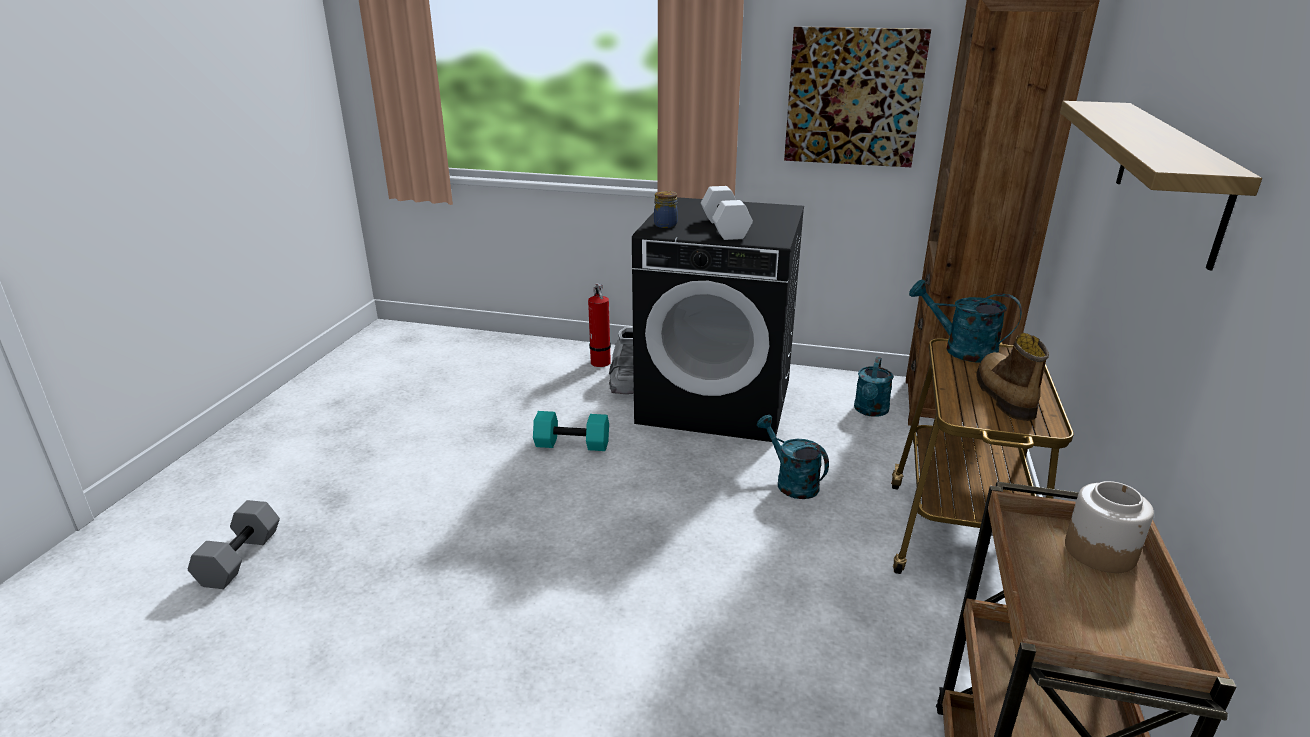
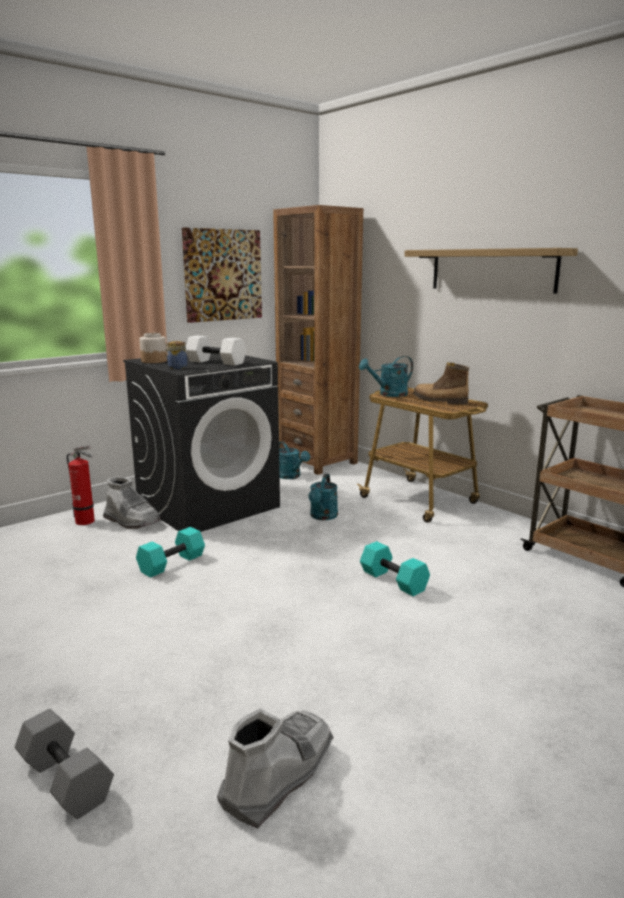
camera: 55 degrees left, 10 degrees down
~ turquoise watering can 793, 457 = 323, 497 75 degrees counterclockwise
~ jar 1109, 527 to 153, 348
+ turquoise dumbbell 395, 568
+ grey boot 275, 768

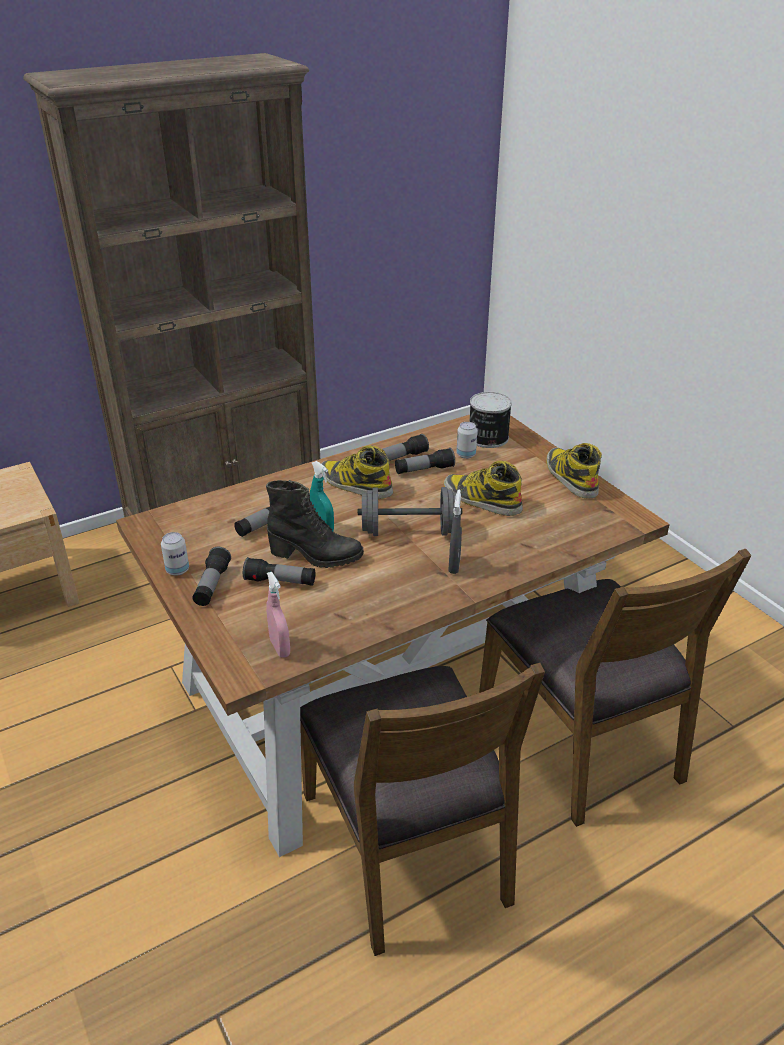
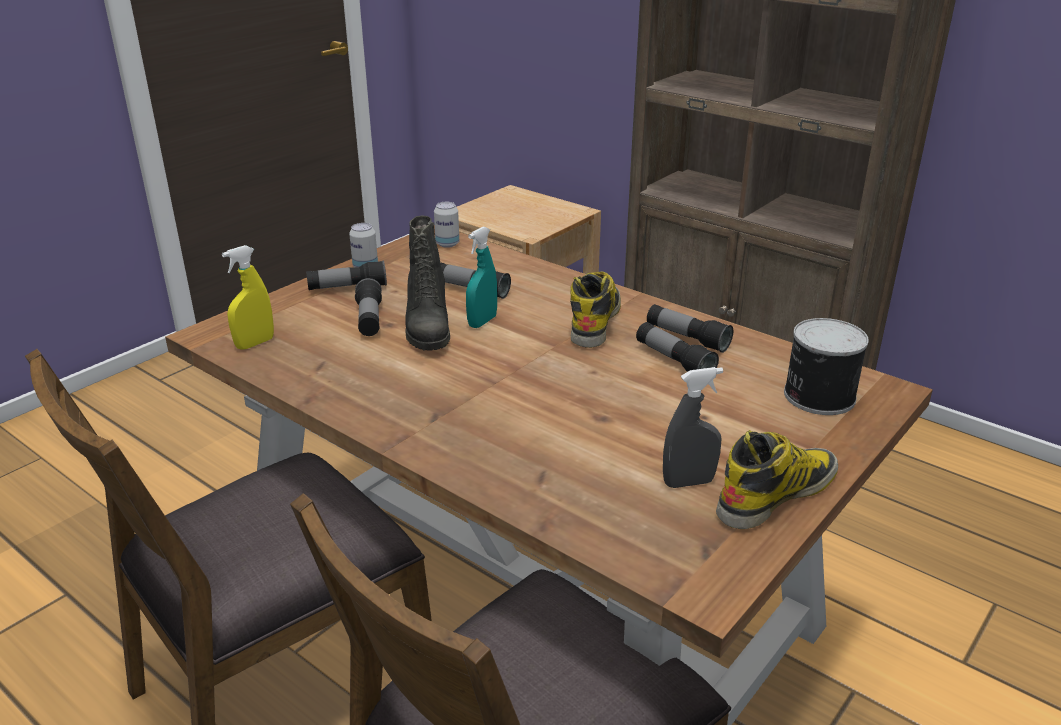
camera: 70 degrees right, 5 degrees down
~ can 467, 440 to 446, 225
- boot 483, 488
- grey dumbbell 410, 511
~ grey spray bottle 455, 532 to 693, 427
~ pink spray bottle 278, 615 to yellow spray bottle 248, 297

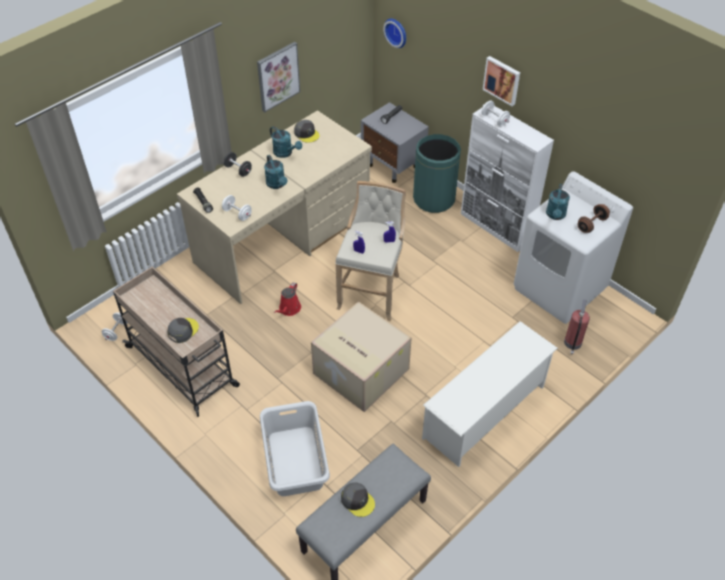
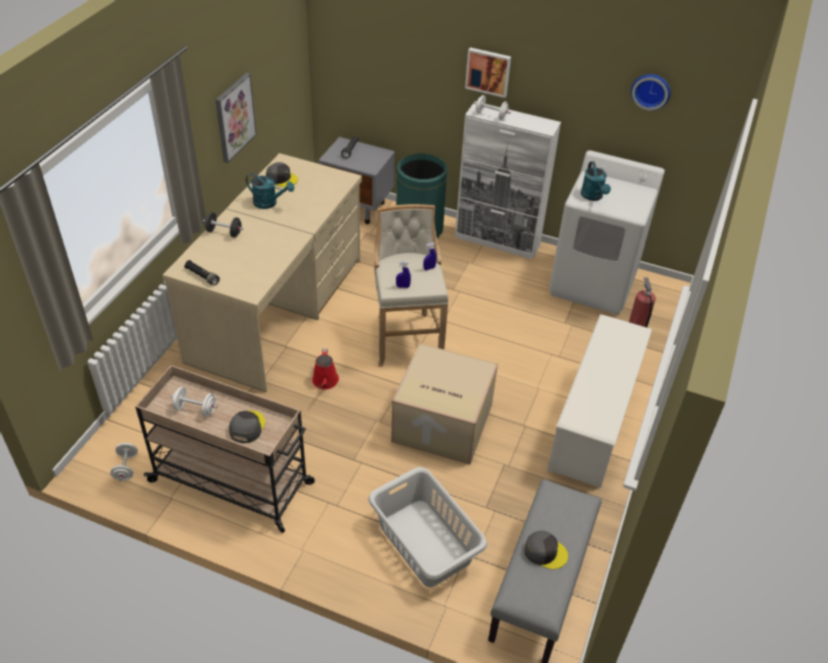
camera: 25 degrees left, 5 degrees down
~ wall clock 394, 33 to 651, 92
- turquoise watering can 275, 172
~ white dumbbell 237, 208 to 194, 402
- brown dumbbell 593, 218

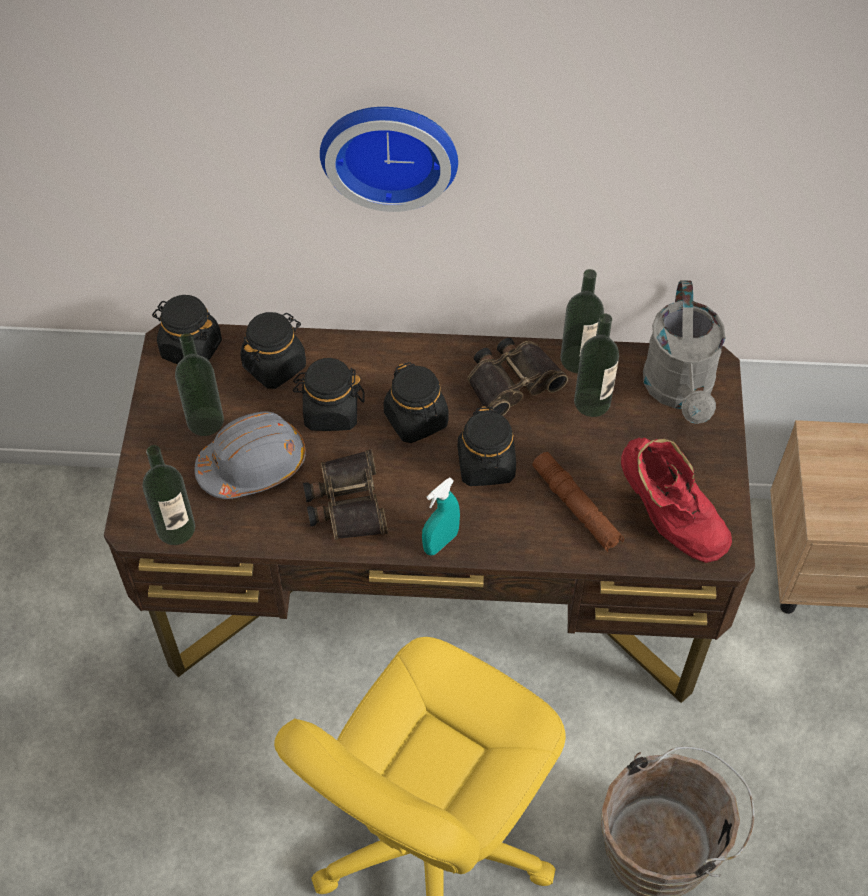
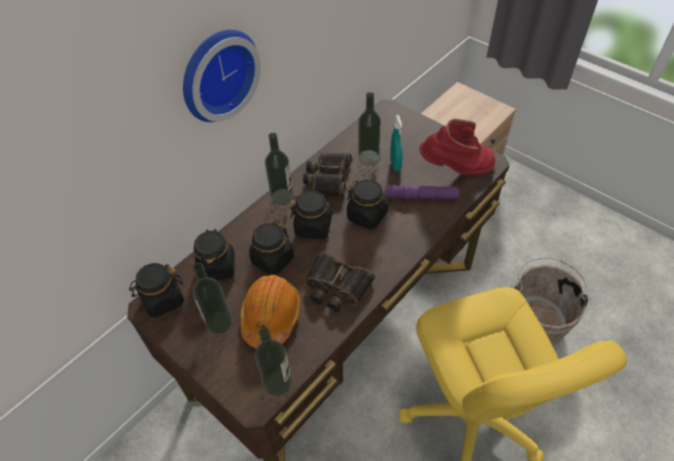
camera: 50 degrees left, 5 degrees down
~ bottle 582, 321 to 279, 169
- grey watering can 684, 352
~ grey hard hat 250, 455 to orange hard hat 270, 311
~ brown flashlight 578, 502 to purple flashlight 423, 192
~ turquoise spray bottle 441, 517 to 396, 143

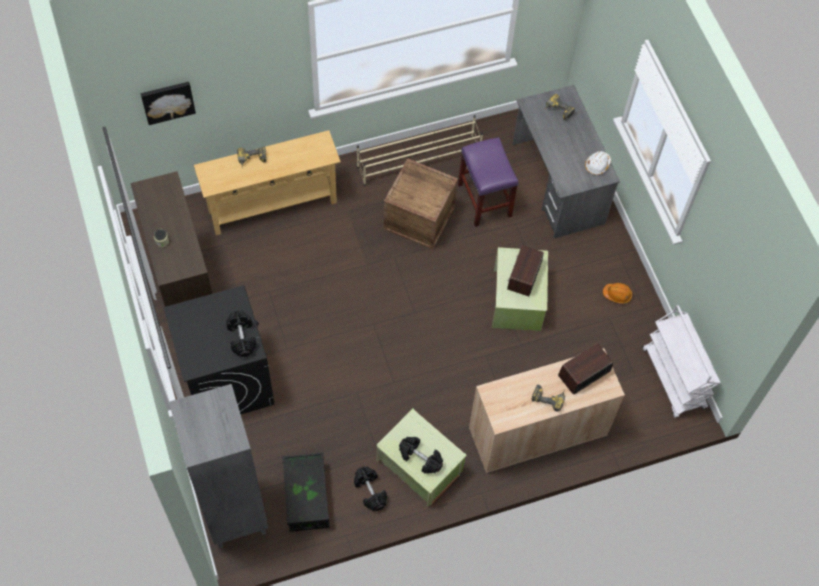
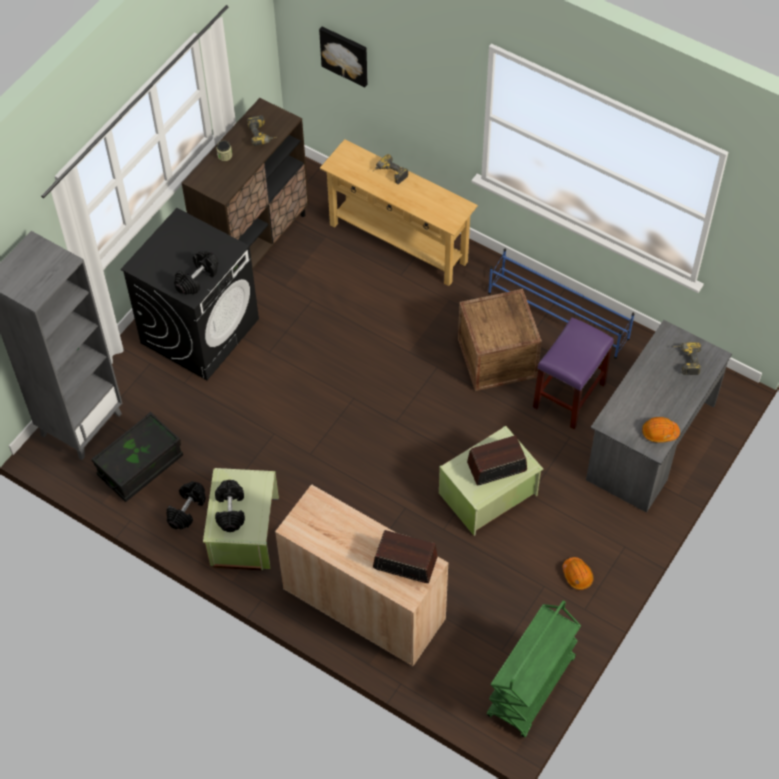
camera: 55 degrees right, 5 degrees down
~ beige shoe rack 420, 150 to blue shoe rack 561, 304
~ white hard hat 598, 163 to orange hard hat 661, 430
~ white cart 681, 361 to green cart 534, 669
~ power drill 548, 398 to 262, 130

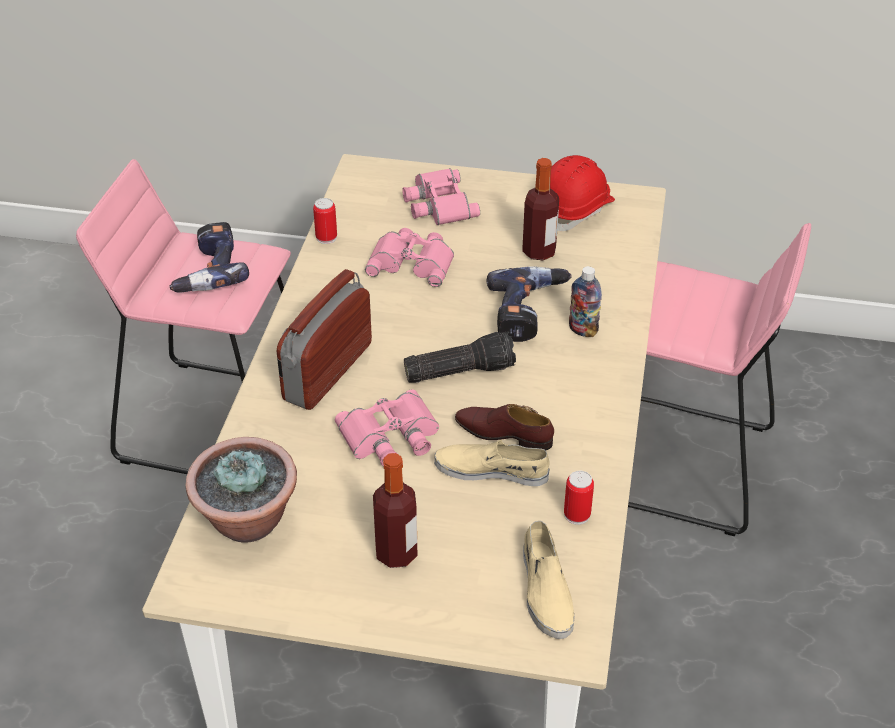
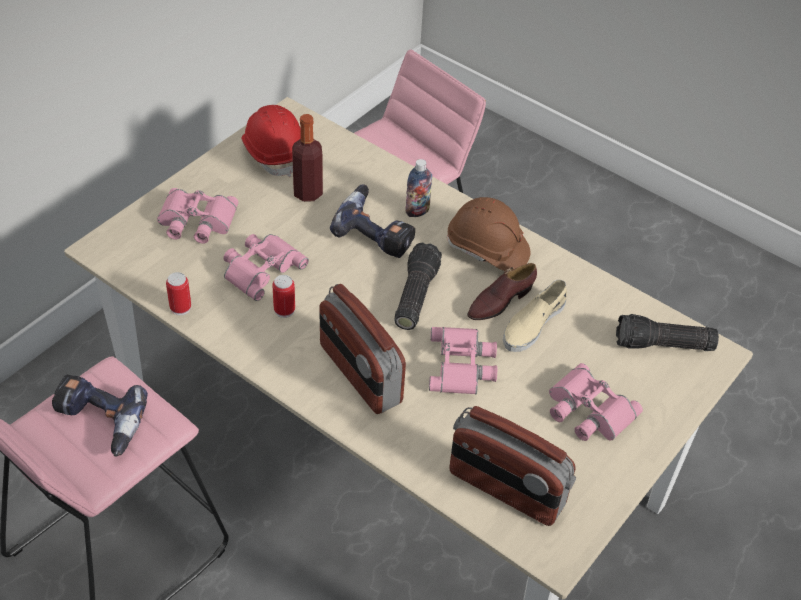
camera: 65 degrees left, 5 degrees up
~ potted plant 241, 490 to radio 512, 466
~ bottle 395, 510 to pink binoculars 596, 402
~ can 579, 498 to 283, 296
~ beige shoe 549, 580 to flashlight 667, 332
+ brown hard hat 488, 234

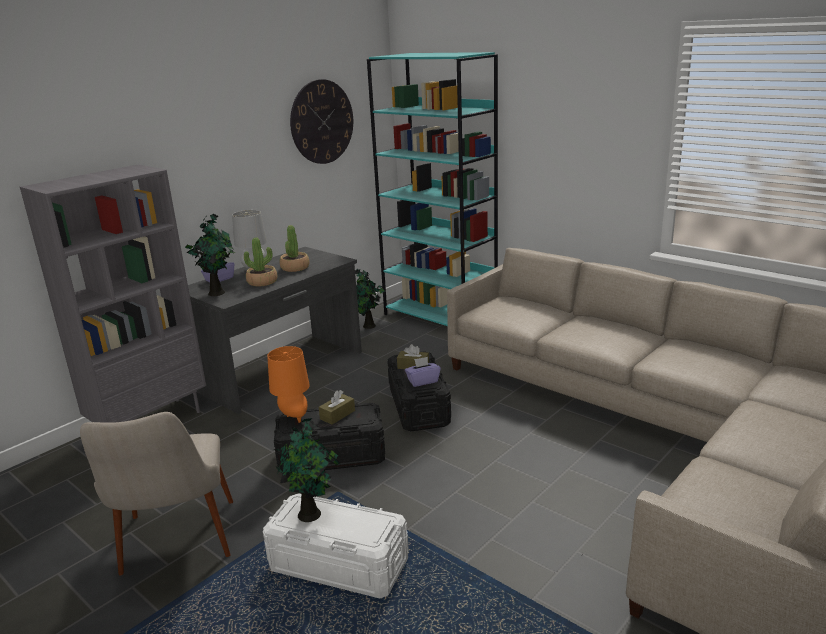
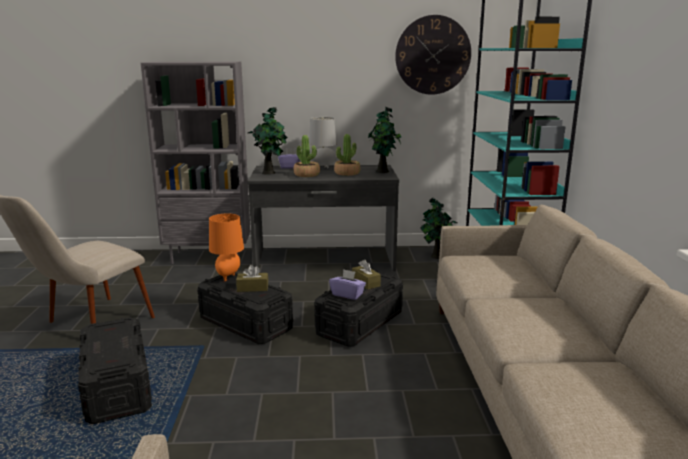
camera: 45 degrees right, 5 degrees down
~ potted plant 307, 470 to 384, 140
~ white storage box 336, 546 to black storage box 115, 370

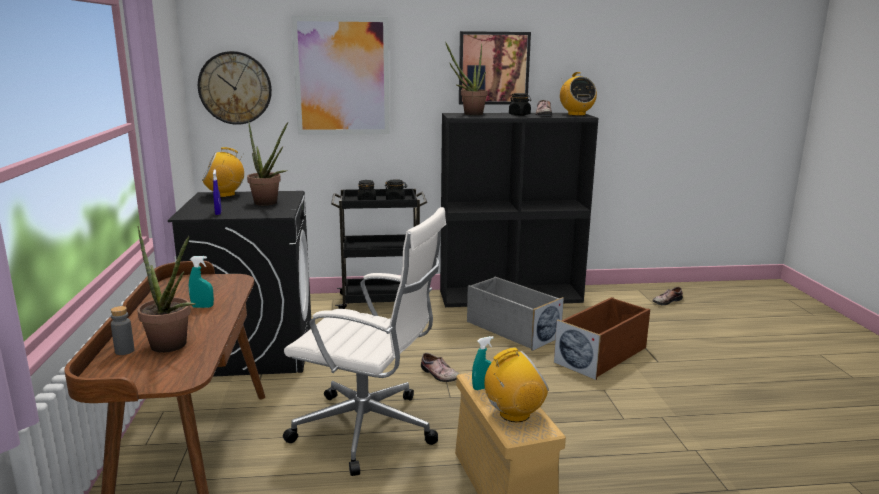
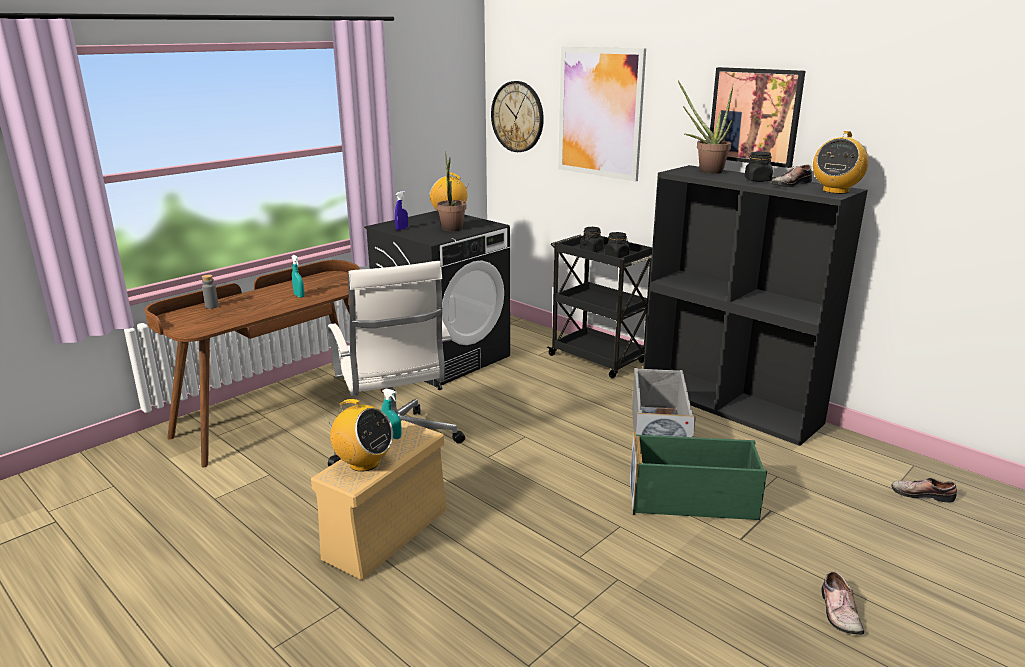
camera: 50 degrees right, 5 degrees up
- potted plant 166, 289
~ brown storage box 602, 338 to green storage box 698, 475
~ shoe 440, 367 to 842, 603

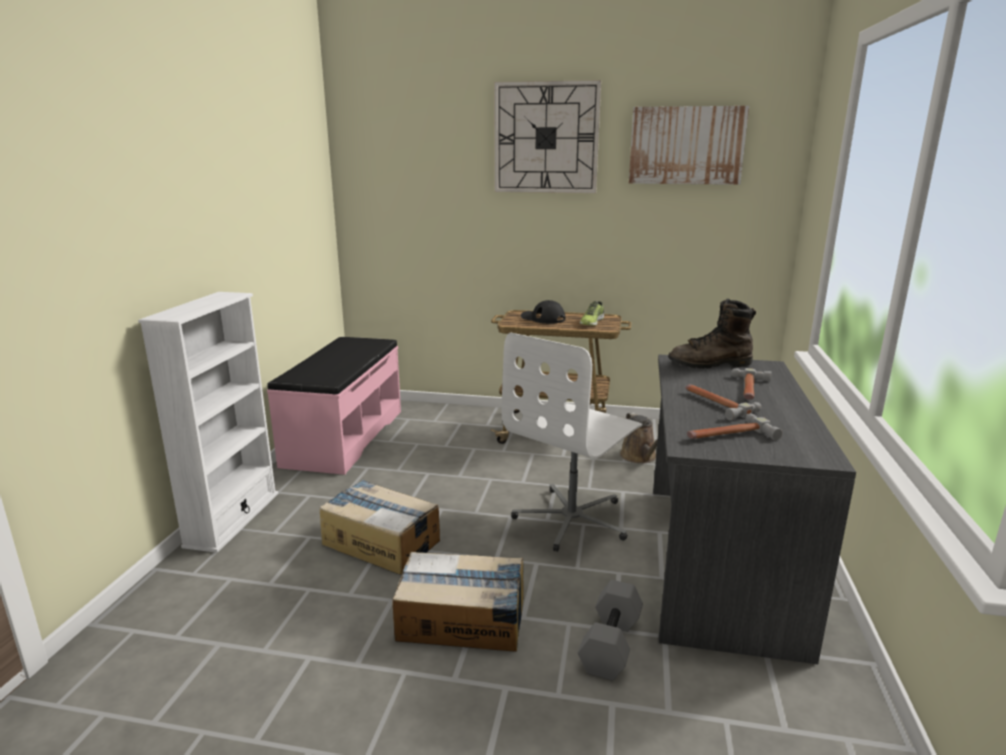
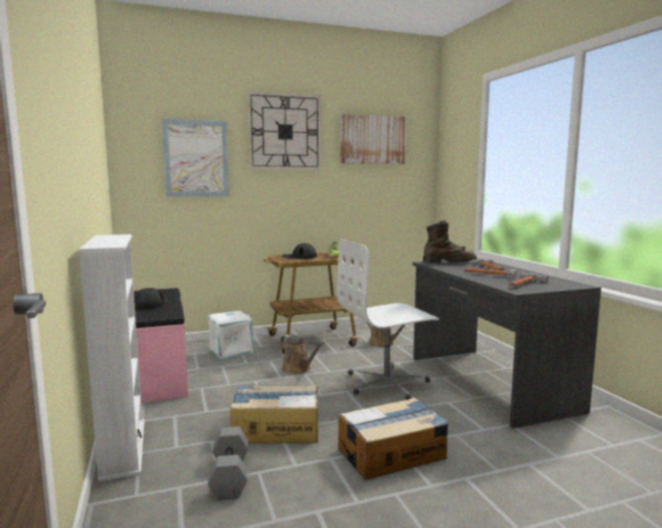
camera: 30 degrees left, 10 degrees down
~ brown boot 712, 333 = 450, 241 150 degrees counterclockwise
~ white office chair 572, 442 = 388, 319 60 degrees clockwise
~ grey dumbbell 610, 630 to 228, 463
+ picture 195, 158
+ black cap 151, 298
+ white storage box 230, 335
+ brown watering can 302, 354

